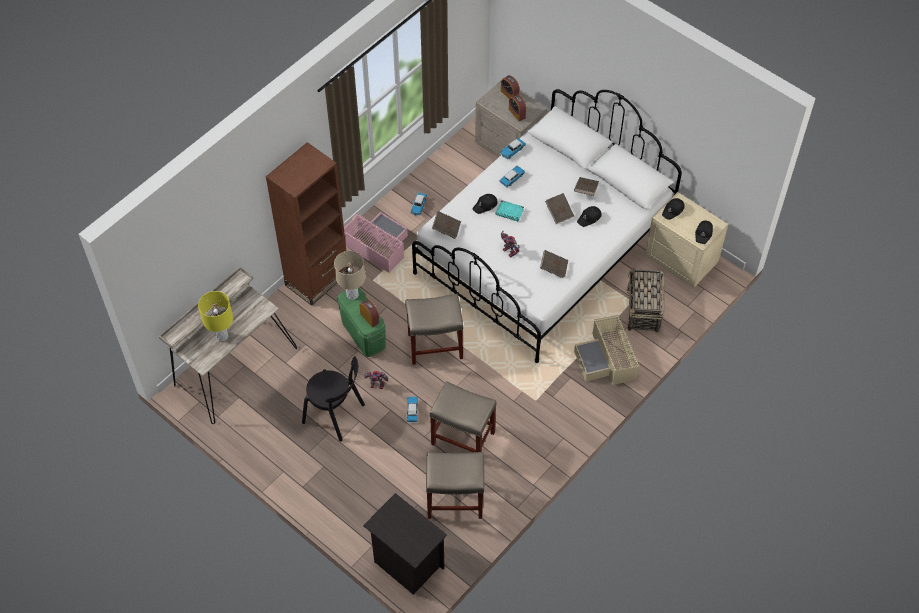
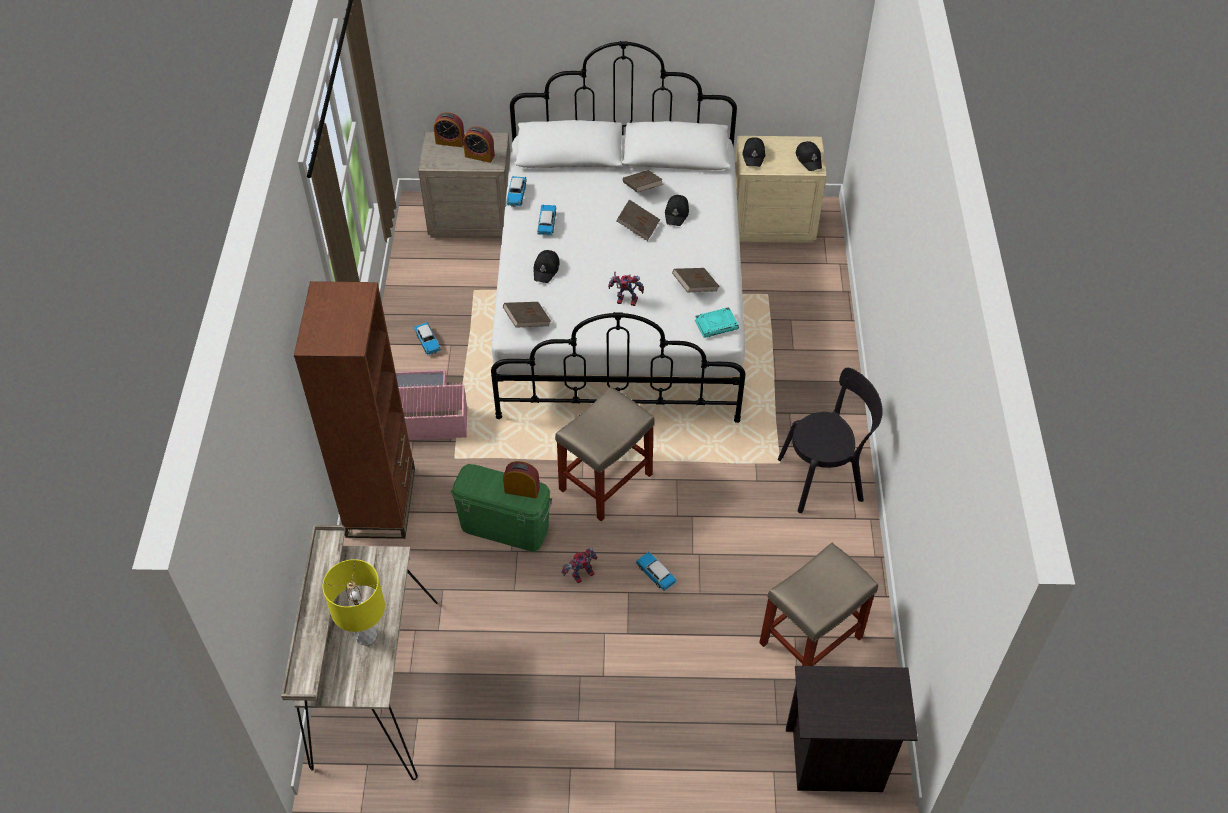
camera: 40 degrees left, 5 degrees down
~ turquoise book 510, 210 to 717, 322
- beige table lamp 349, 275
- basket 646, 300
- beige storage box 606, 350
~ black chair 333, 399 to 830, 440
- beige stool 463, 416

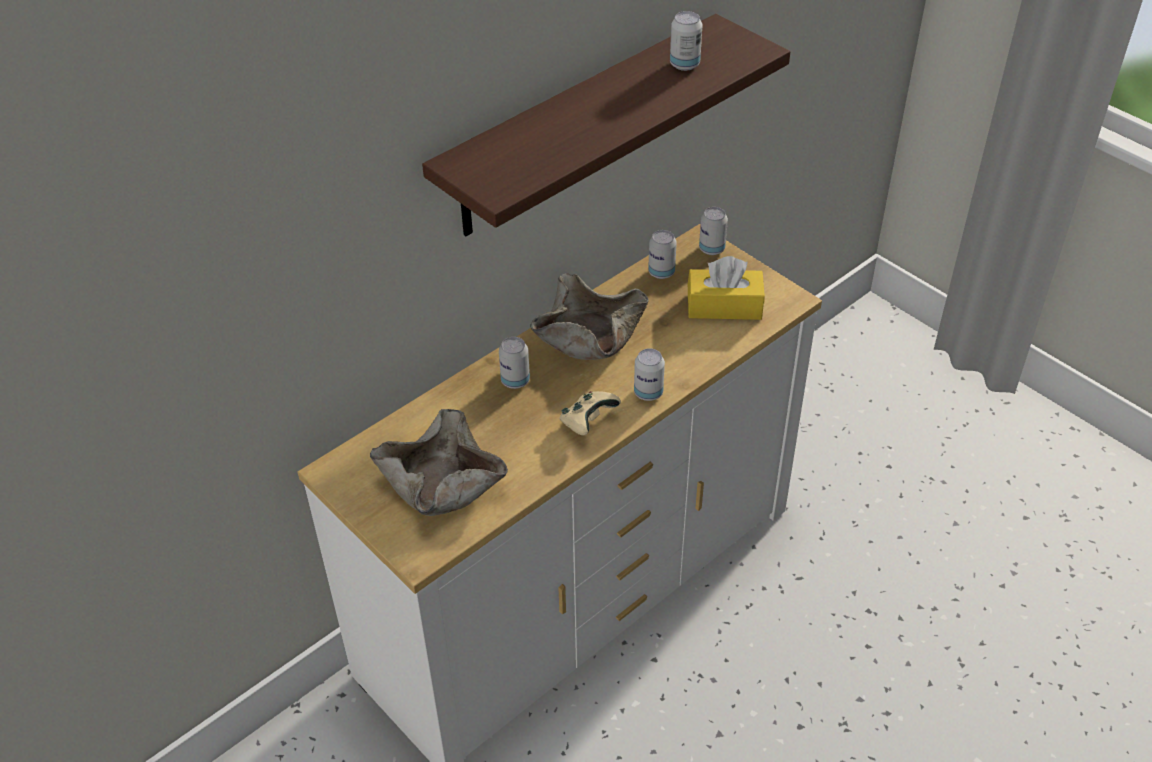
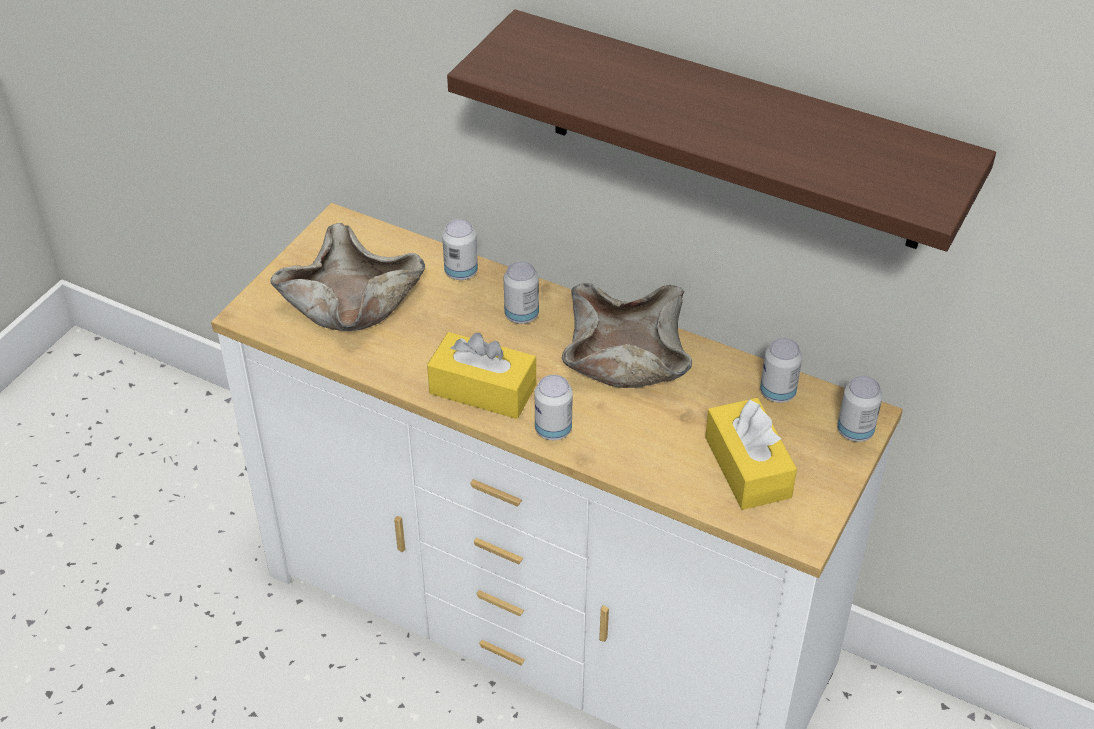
camera: 70 degrees right, 0 degrees up
~ can 686, 41 to 460, 249
~ beige game controller 590, 413 to yellow tissue box 481, 375

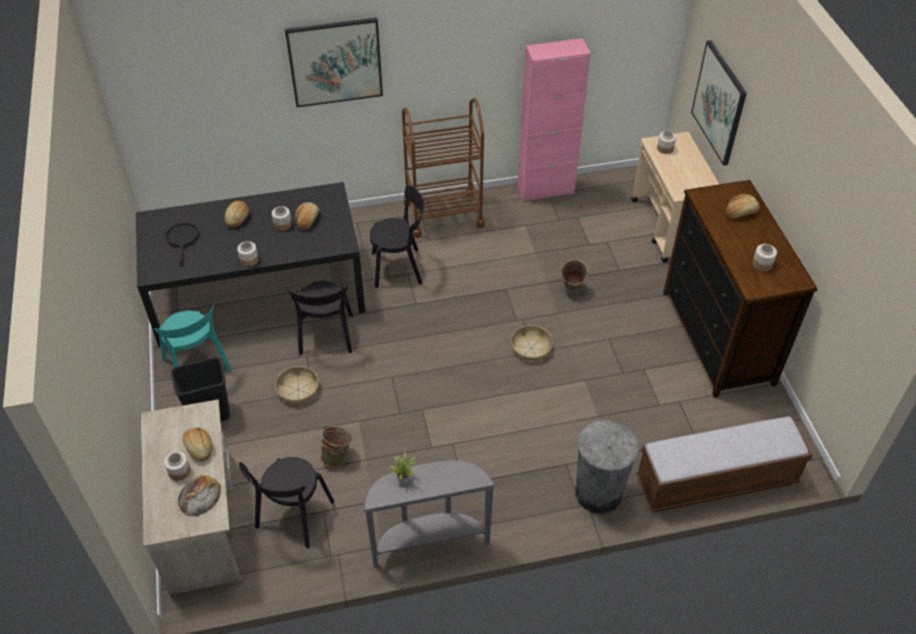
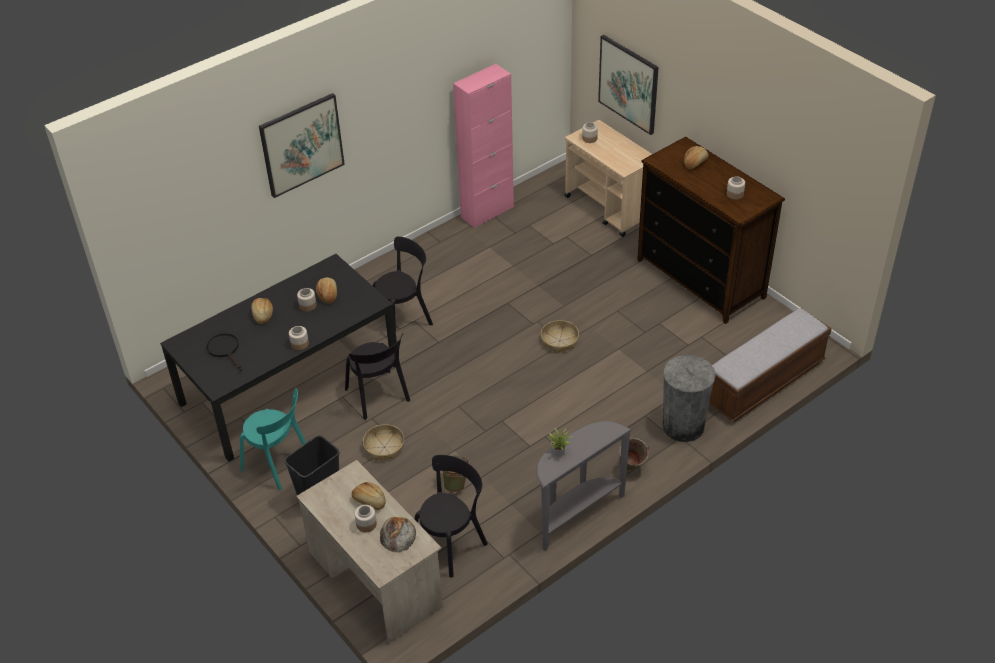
camera: 25 degrees left, 5 degrees down
- brown cart 443, 168
~ green bucket 574, 274 to 633, 454
~ black chair 286, 502 = 451, 516 135 degrees counterclockwise

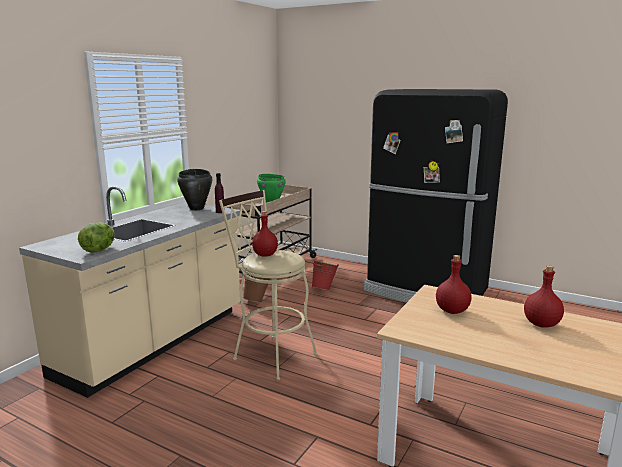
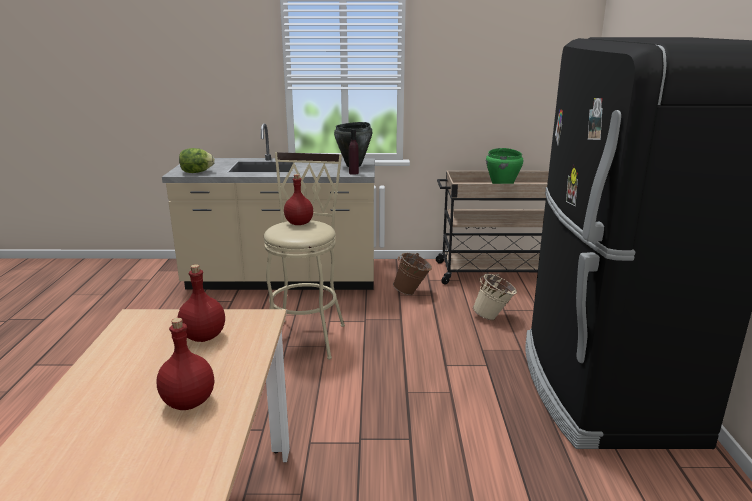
camera: 60 degrees right, 5 degrees up
~ red bucket 325, 274 to beige bucket 495, 297

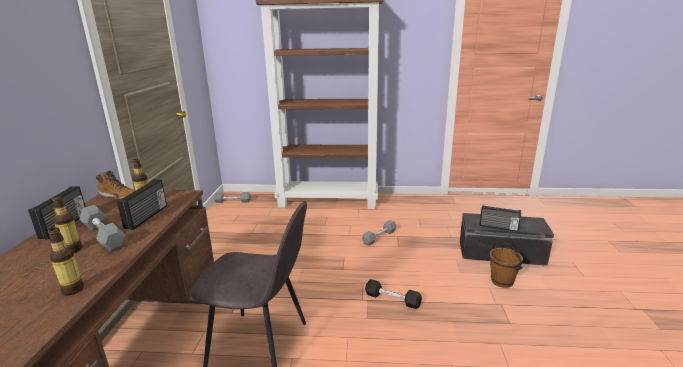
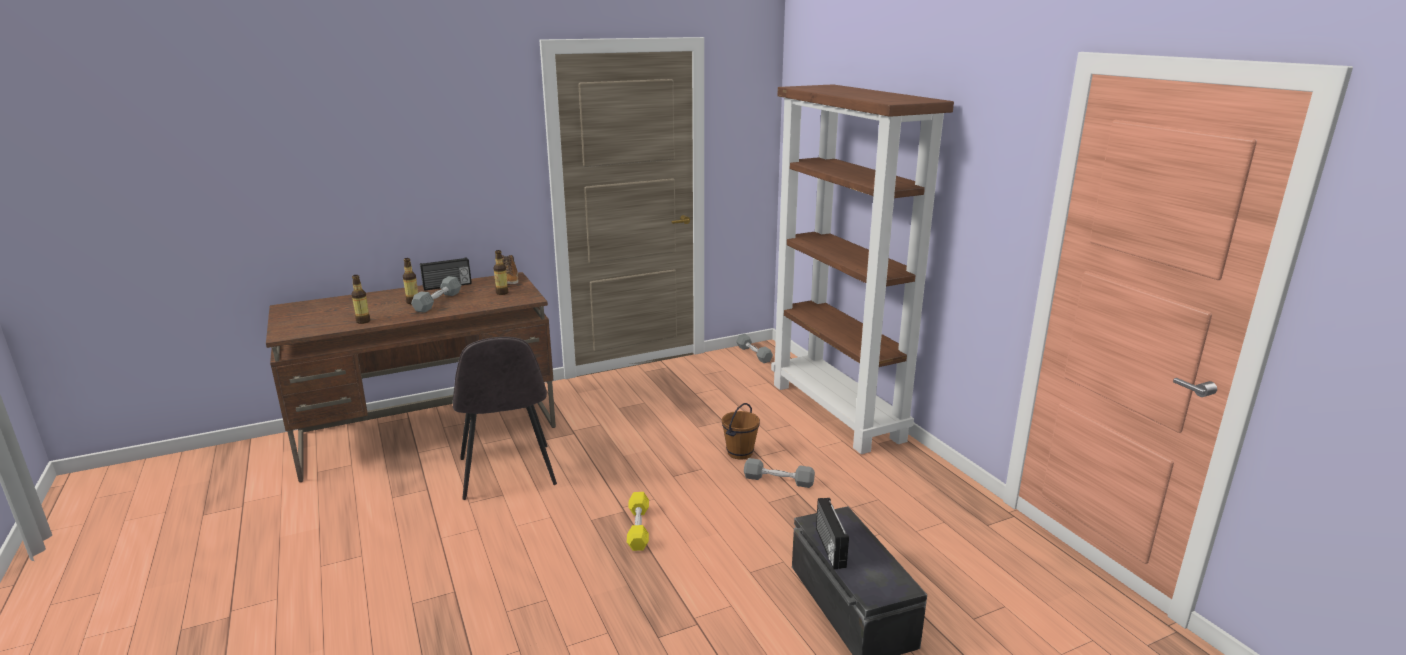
camera: 60 degrees right, 0 degrees up
- radio 142, 204
~ brown bucket 506, 265 to 741, 431
~ black dumbbell 393, 294 to yellow dumbbell 638, 521

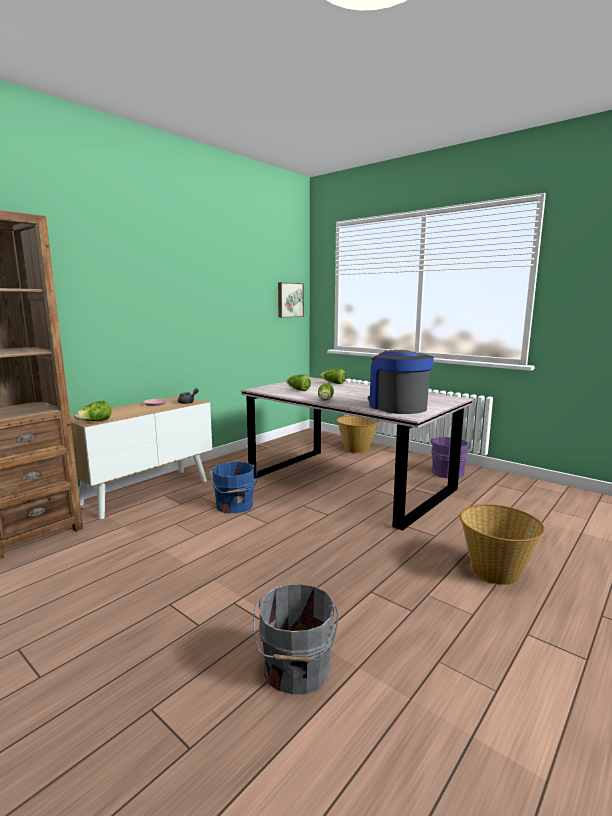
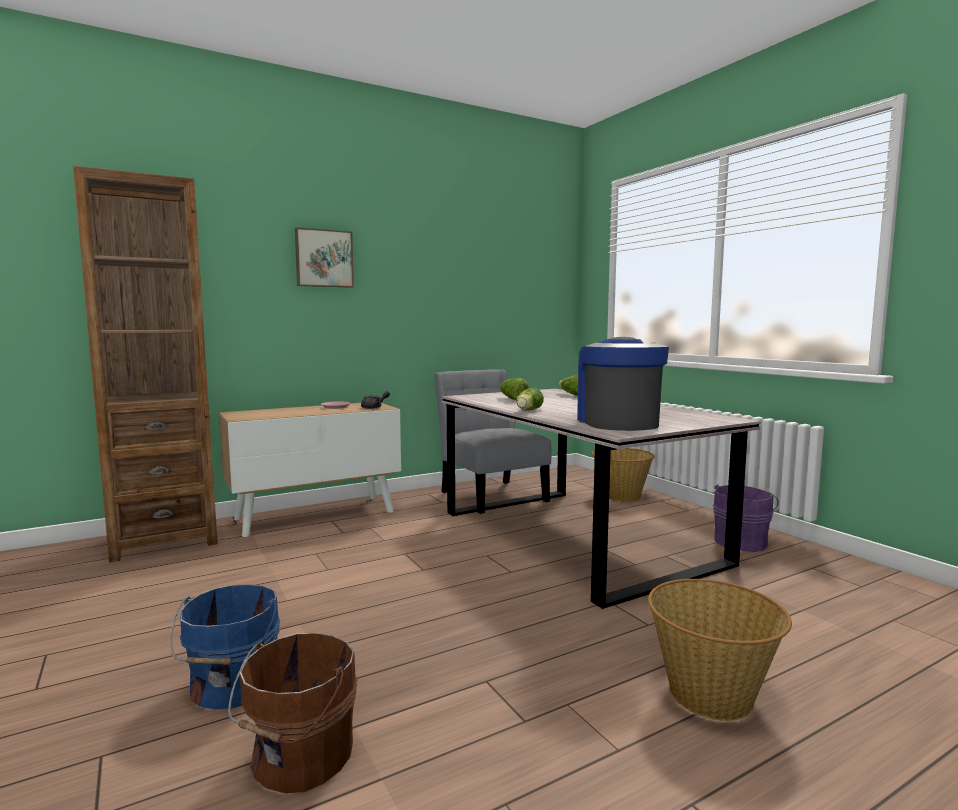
camera: 20 degrees right, 5 degrees down
~ picture 291, 300 to 324, 257
- lettuce 93, 410
~ blue bucket 233, 487 to 225, 646
~ grey bucket 296, 639 to brown bucket 292, 713
+ grey chair 493, 441

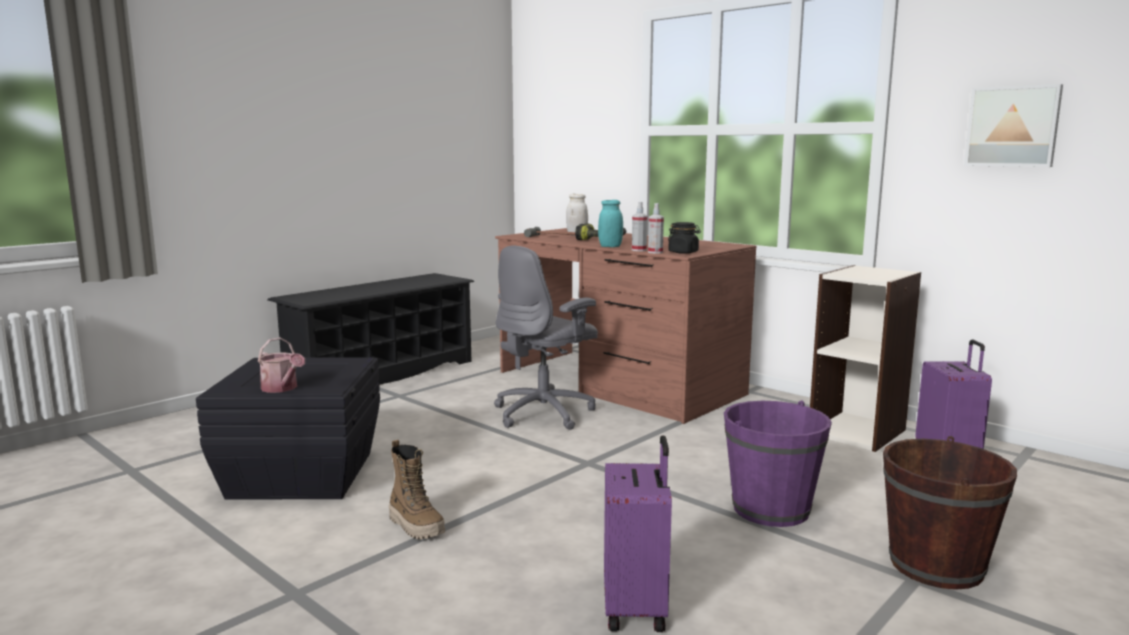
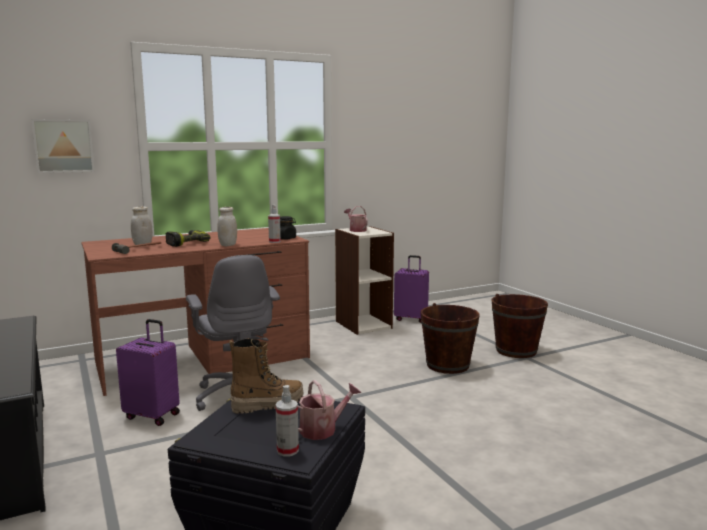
camera: 70 degrees left, 0 degrees up
~ picture 1013, 125 to 63, 146
~ turquoise jar 610, 223 to white jar 227, 226
~ spray bottle 639, 226 to 287, 420
~ purple bucket 778, 464 to brown bucket 450, 338
~ purple suitcase 638, 533 to 148, 372
~ boot 417, 489 to 266, 376
+ watering can 356, 219

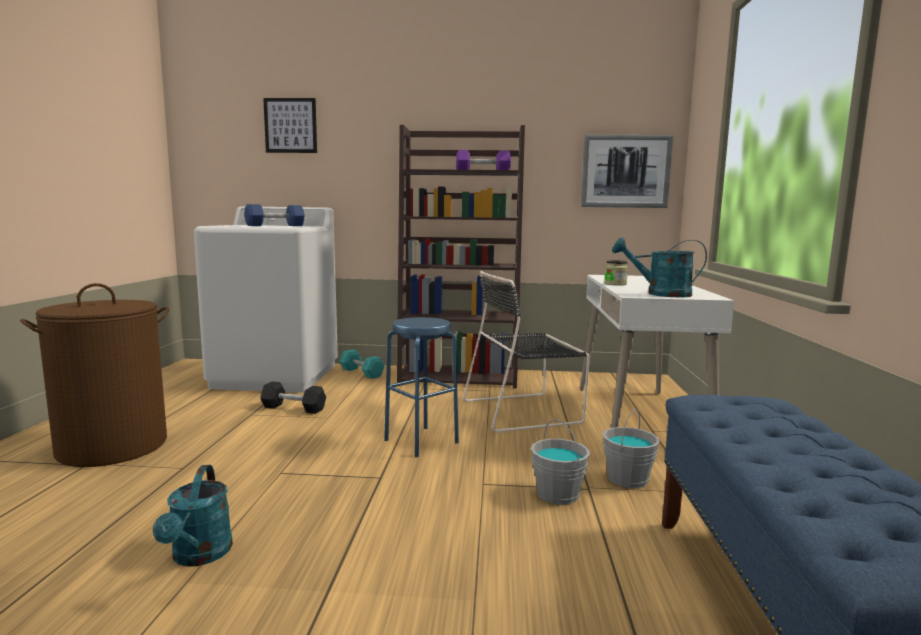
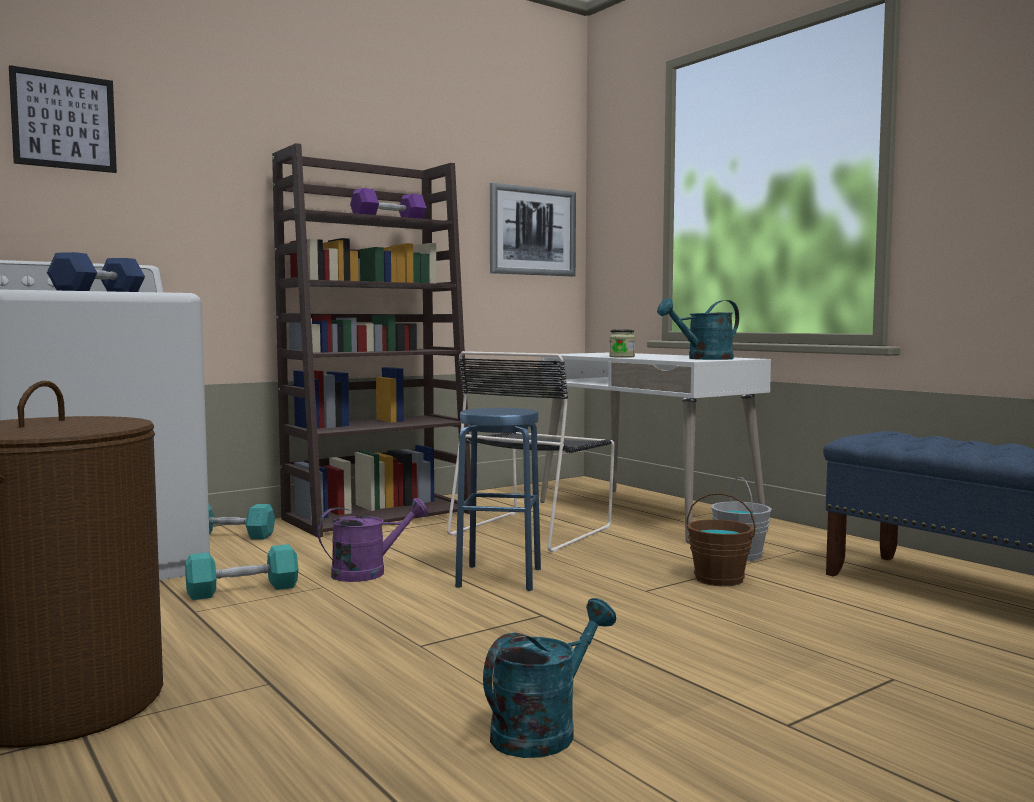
camera: 40 degrees left, 5 degrees down
~ black dumbbell 293, 397 to turquoise dumbbell 242, 572
~ grey bucket 560, 462 to brown bucket 721, 539
~ turquoise watering can 193, 516 = 549, 678 90 degrees counterclockwise
+ purple watering can 372, 540

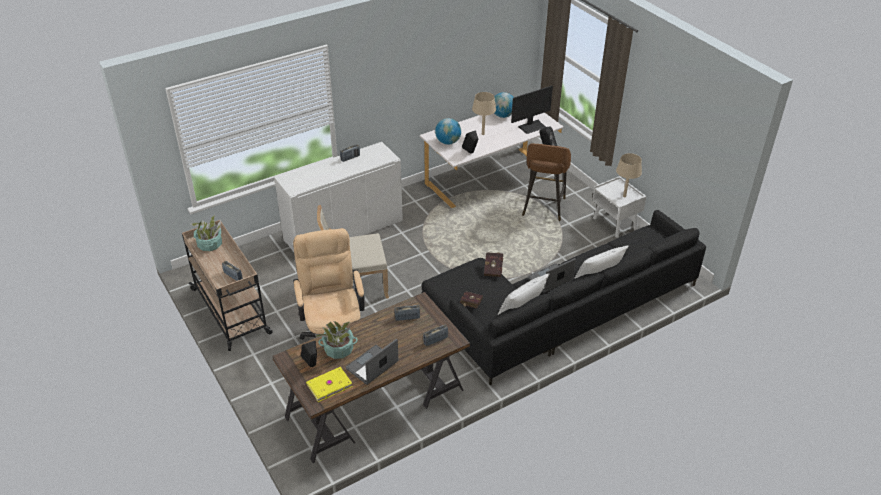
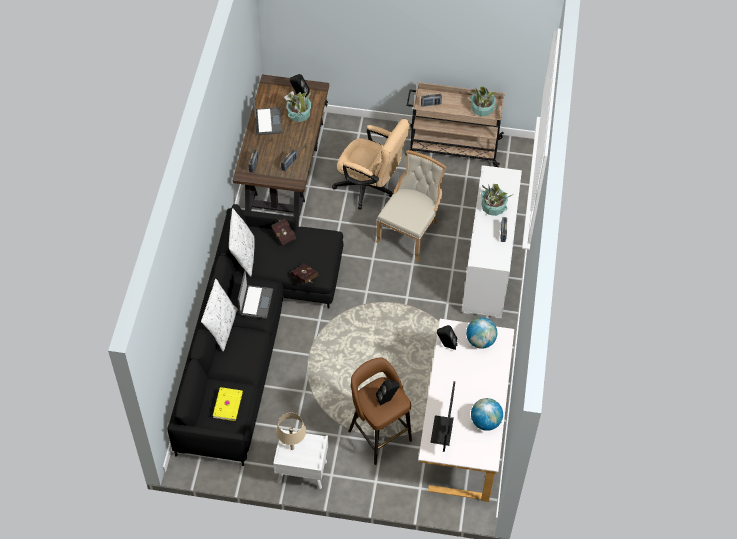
camera: 130 degrees right, 15 degrees up
- beige table lamp 484, 113
~ yellow book 329, 384 to 228, 404
+ potted plant 496, 200

